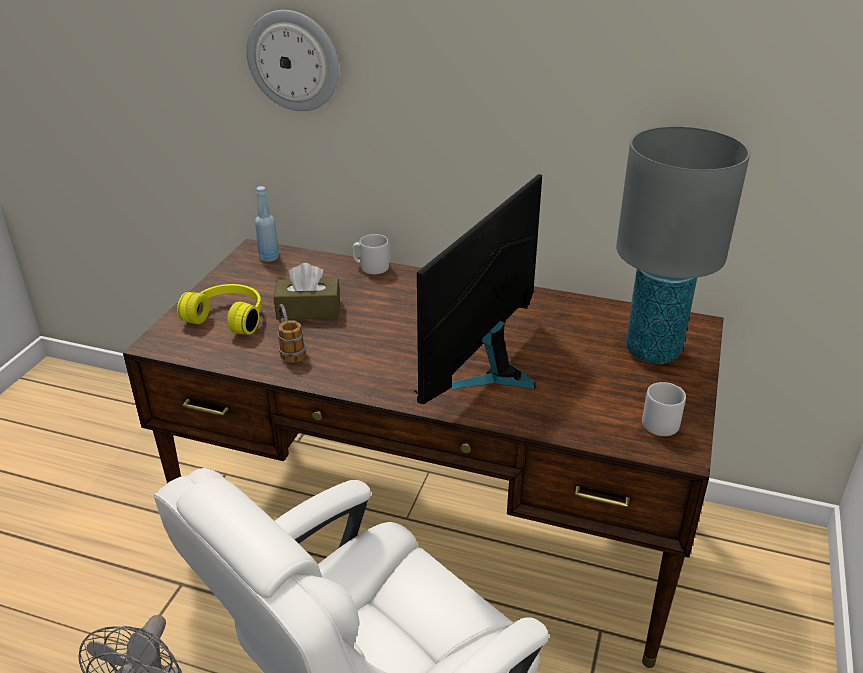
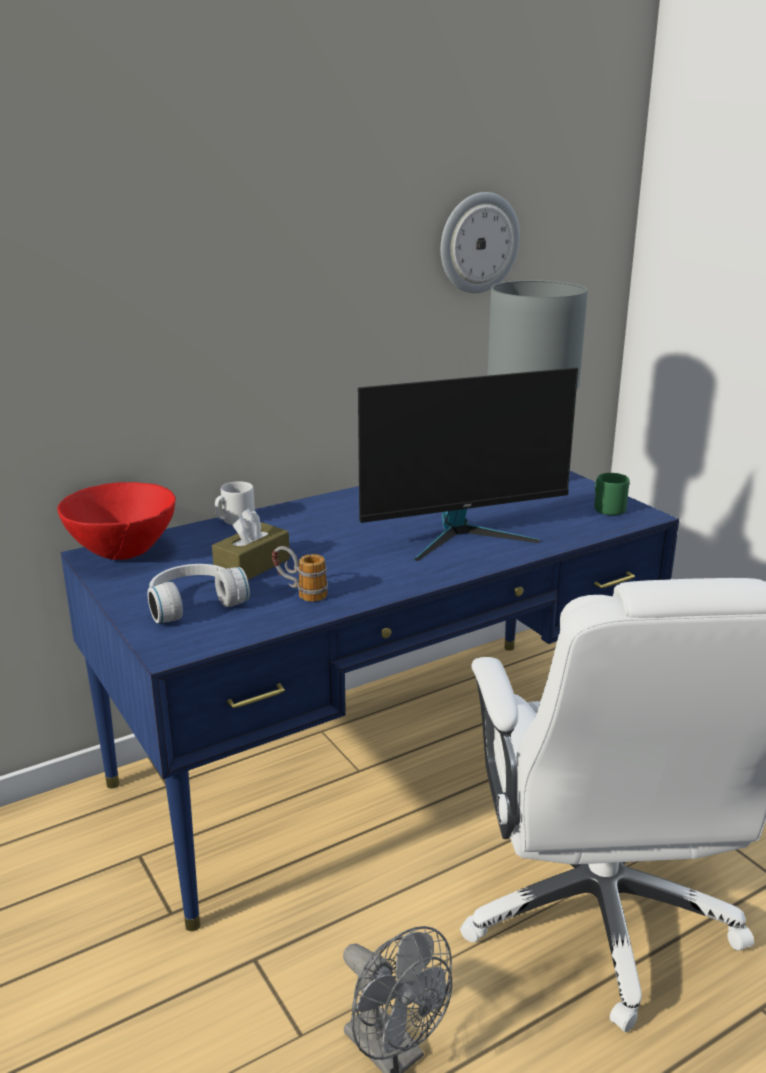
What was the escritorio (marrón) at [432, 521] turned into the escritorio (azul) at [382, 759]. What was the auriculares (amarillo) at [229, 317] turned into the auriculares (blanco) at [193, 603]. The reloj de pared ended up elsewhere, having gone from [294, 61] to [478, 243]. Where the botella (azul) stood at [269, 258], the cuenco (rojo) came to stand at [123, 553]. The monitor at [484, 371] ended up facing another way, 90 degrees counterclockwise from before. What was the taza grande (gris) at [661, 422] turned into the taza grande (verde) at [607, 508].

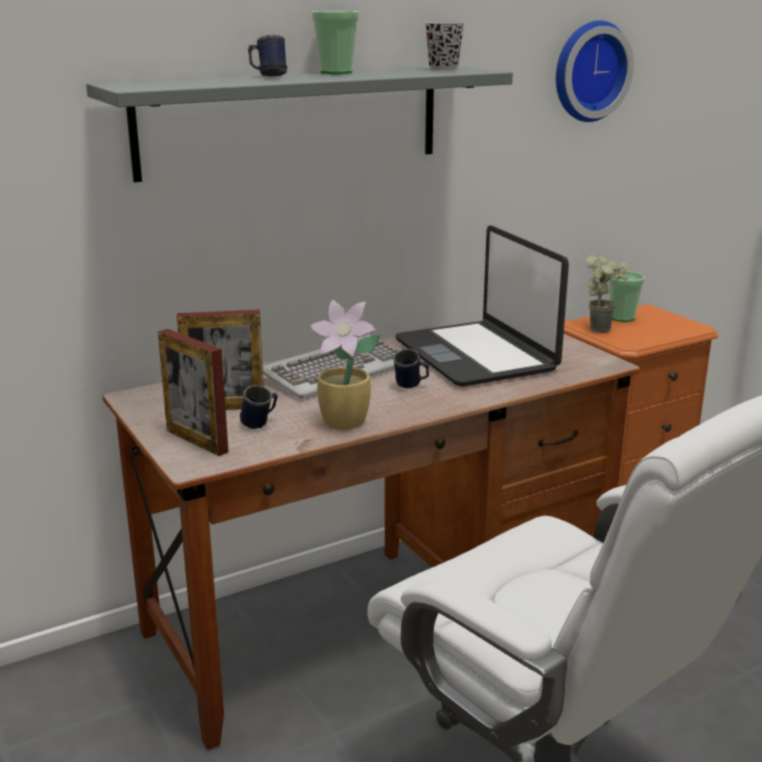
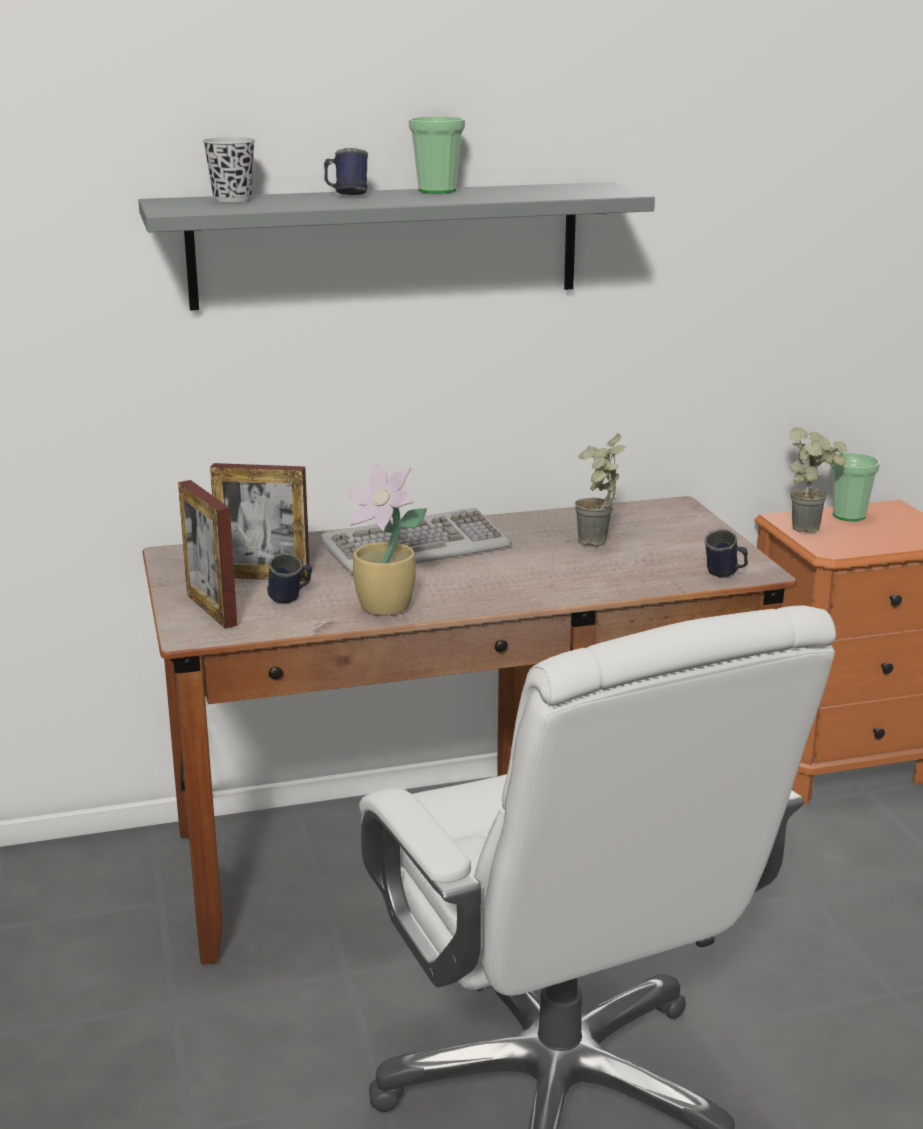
The taza grande (azul) ended up elsewhere, having gone from [411, 386] to [725, 575]. Where the portátil stood at [476, 355], the planta en maceta came to stand at [598, 545]. The taza (negro) ended up elsewhere, having gone from [443, 69] to [232, 199]. The second view lost the reloj de pared at [588, 71].

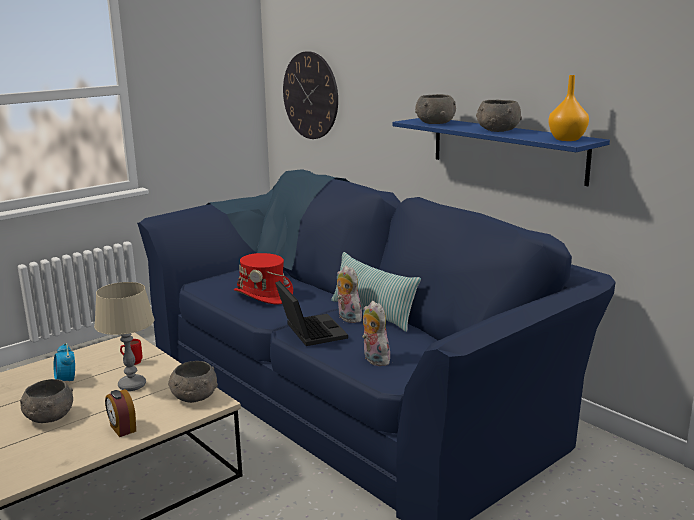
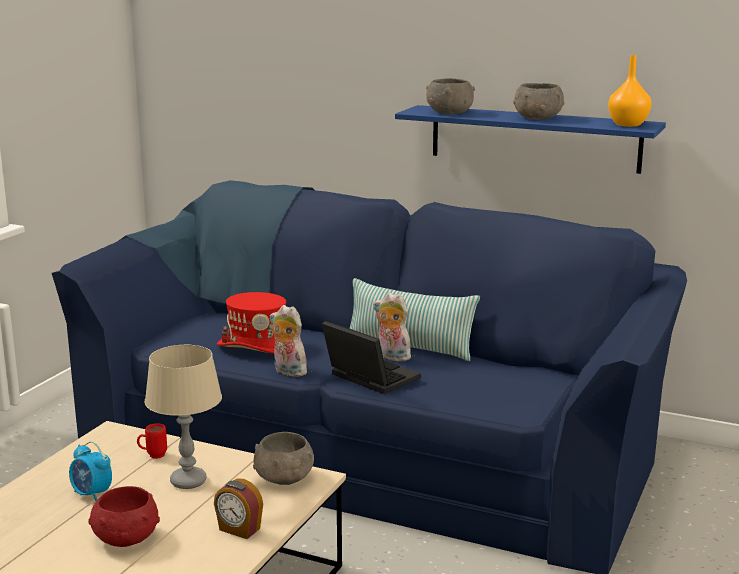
What was the cuenco (gris) at [49, 417] turned into the cuenco (rojo) at [126, 539]. The second view lost the reloj de pared at [310, 95]. The peluche ended up elsewhere, having gone from [374, 360] to [287, 372].

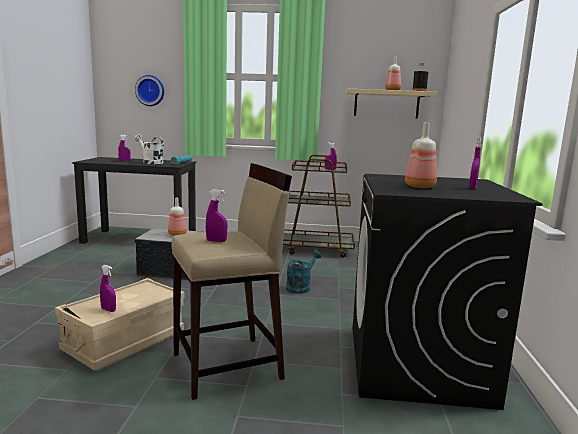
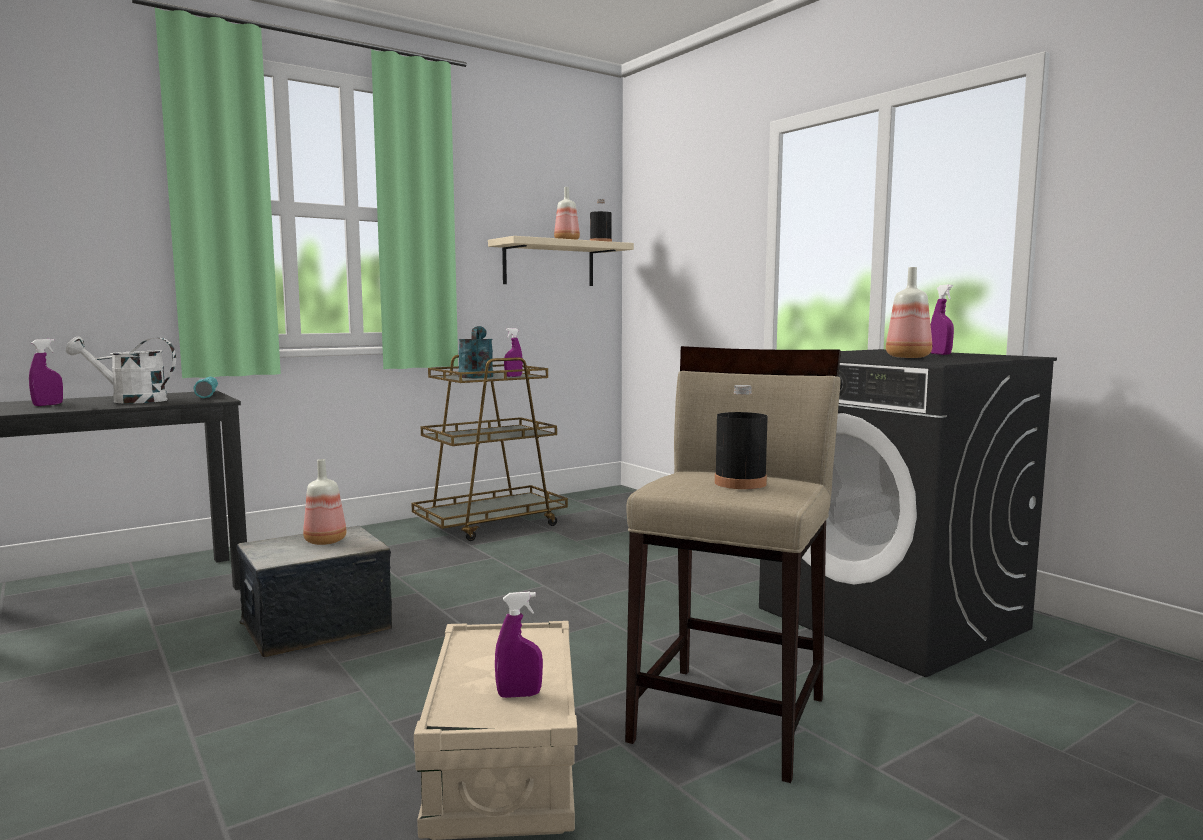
The second view lost the reloj de pared at [150, 90]. Where the pulverizador (morado) stood at [216, 241], the botella (negro) came to stand at [740, 483]. The regadera (turquesa) ended up elsewhere, having gone from [300, 287] to [476, 376].

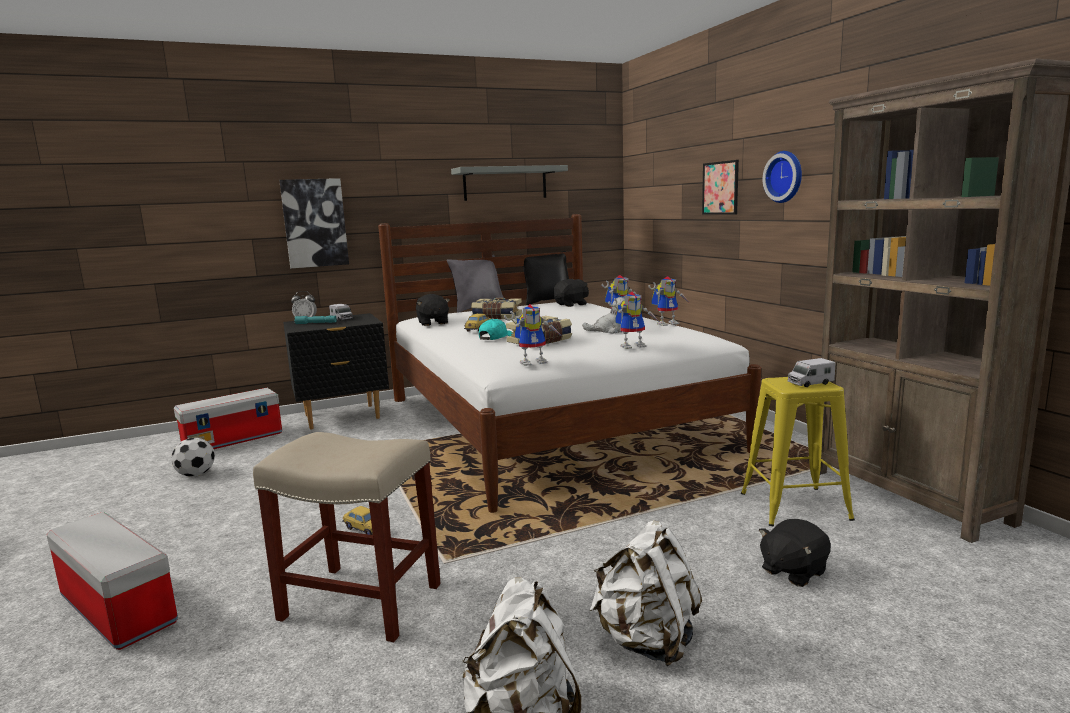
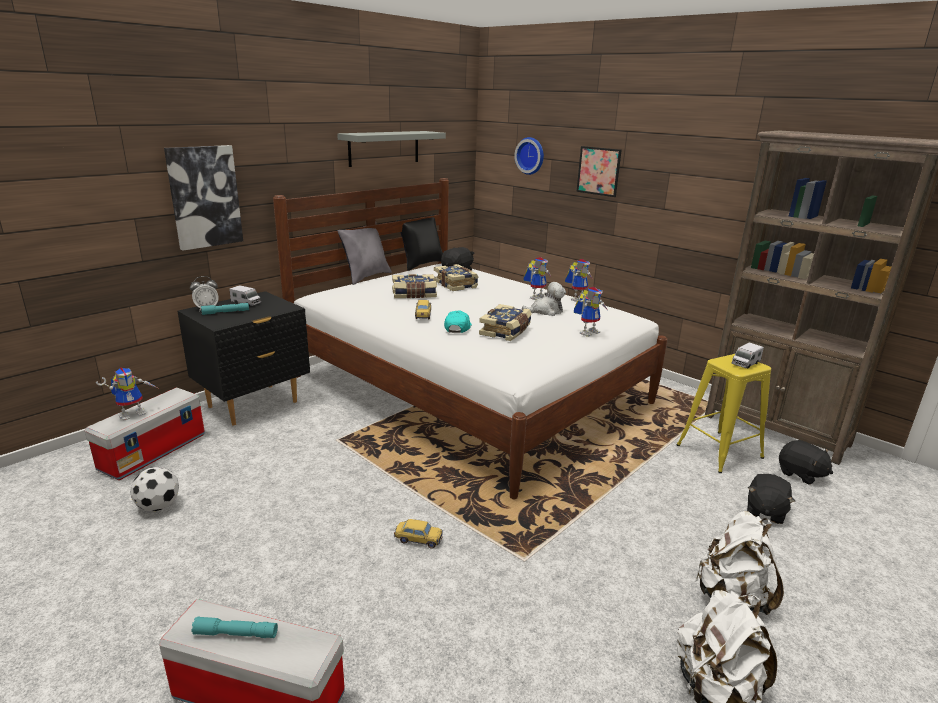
The second view lost the taburete (beis) at [358, 602]. The peluche (negro) ended up elsewhere, having gone from [432, 323] to [800, 474]. The robot de juguete ended up elsewhere, having gone from [534, 362] to [134, 413]. The reloj de pared ended up elsewhere, having gone from [785, 177] to [531, 155]. The second view gained the linterna (turquesa) at [236, 634]. The second view gained the libro at [456, 285].

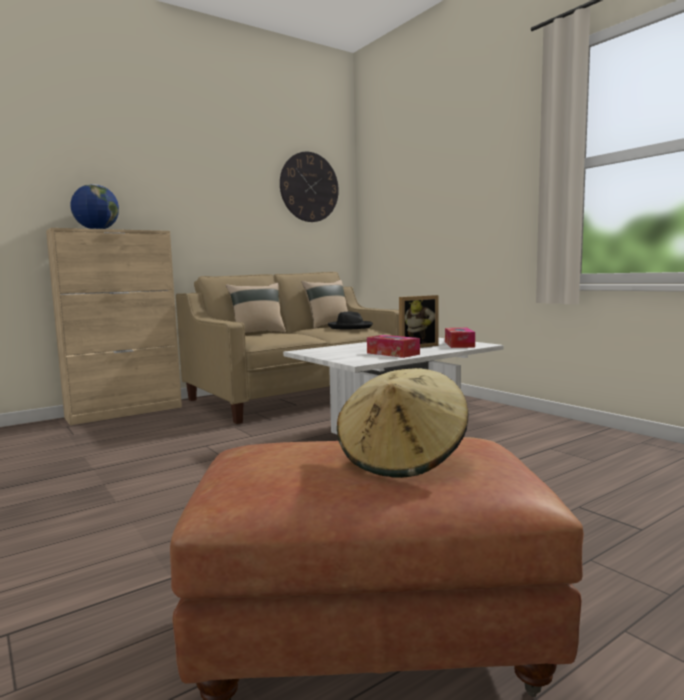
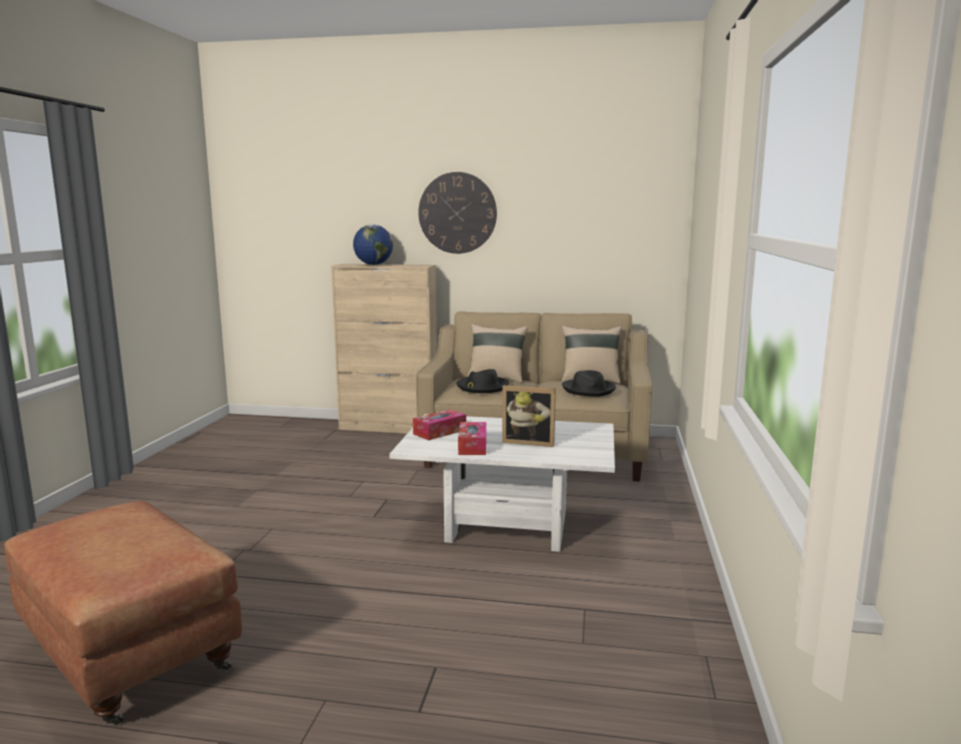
The reloj de pared ended up elsewhere, having gone from [309, 187] to [457, 213]. The second view lost the sombrero (beis) at [402, 459]. The caja de pañuelos ended up elsewhere, having gone from [459, 344] to [439, 432]. The second view gained the sombrero (negro) at [482, 387].

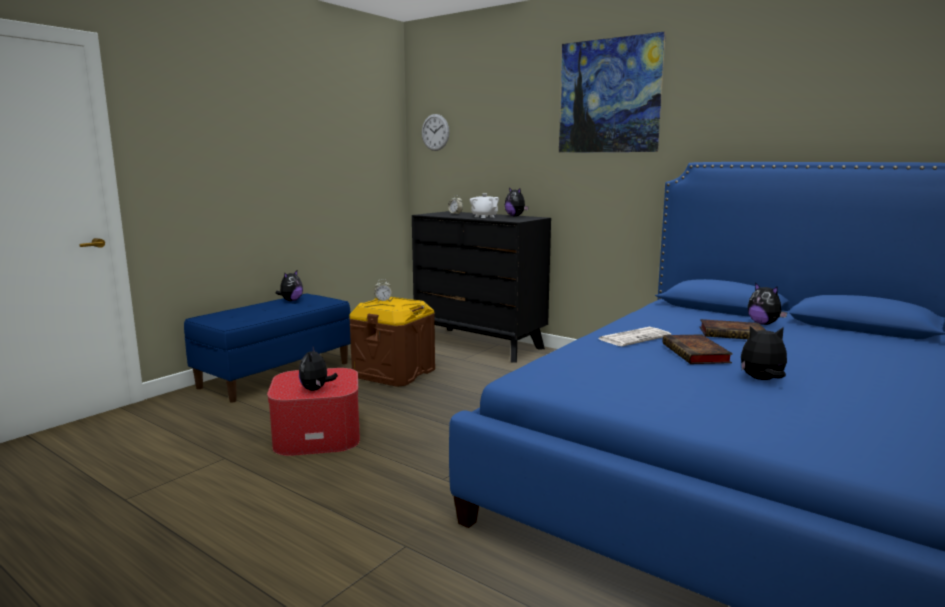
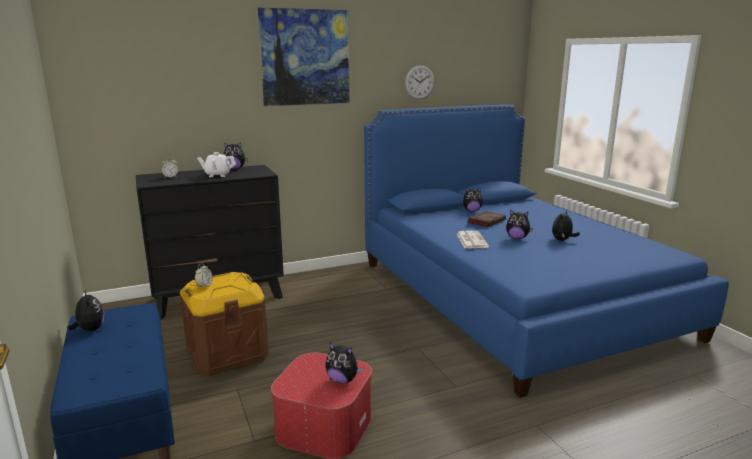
The reloj de pared ended up elsewhere, having gone from [435, 132] to [419, 82]. Where the libro stood at [697, 354], the peluche came to stand at [517, 238].

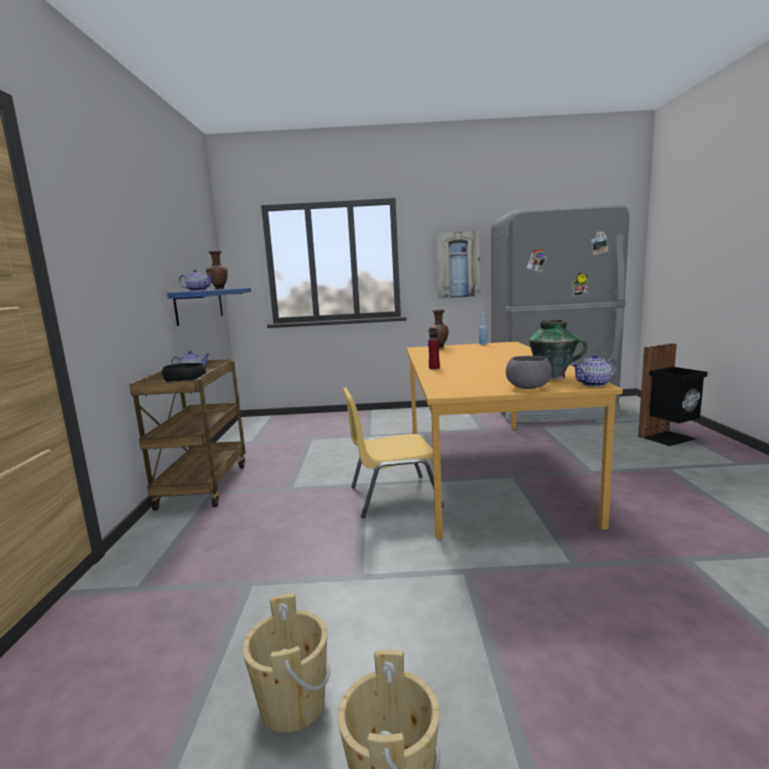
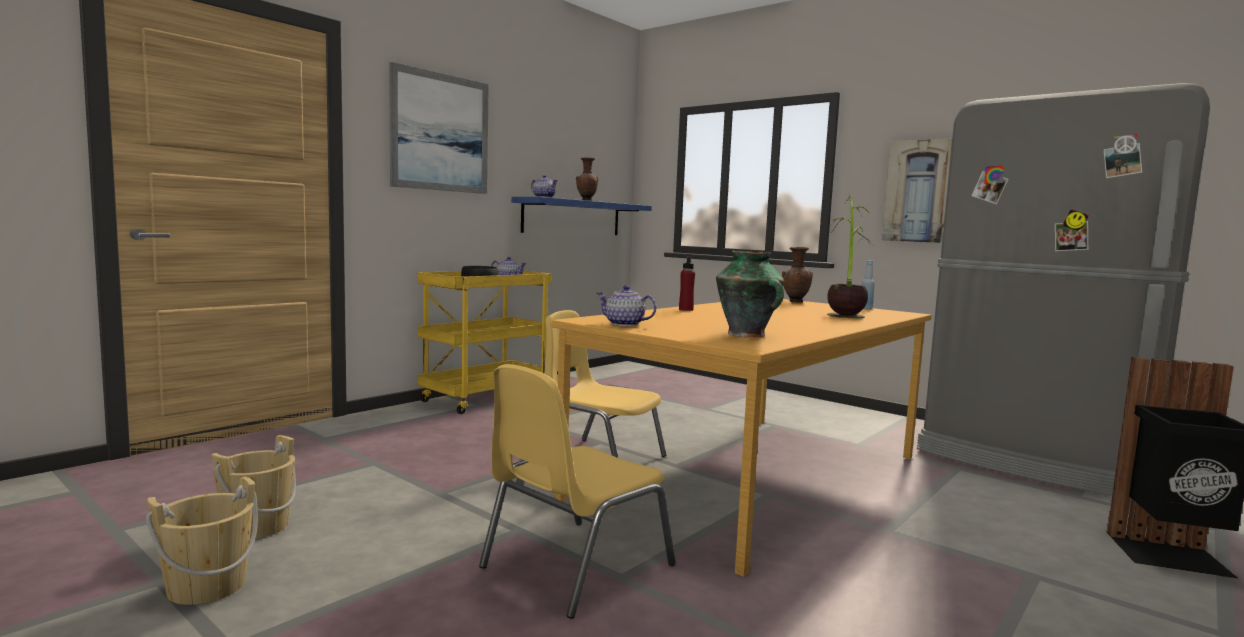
What was the carrito (marrón) at [203, 485] turned into the carrito (amarillo) at [485, 398]. The second view lost the cuenco (gris) at [528, 388]. The tetera ended up elsewhere, having gone from [594, 384] to [625, 324]. The second view gained the cuadro at [440, 132]. The second view gained the silla (amarillo) at [573, 566]. The second view gained the planta en maceta at [845, 313].

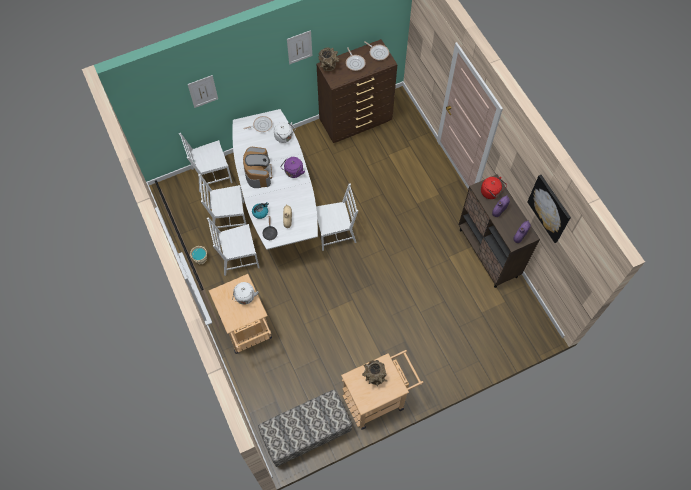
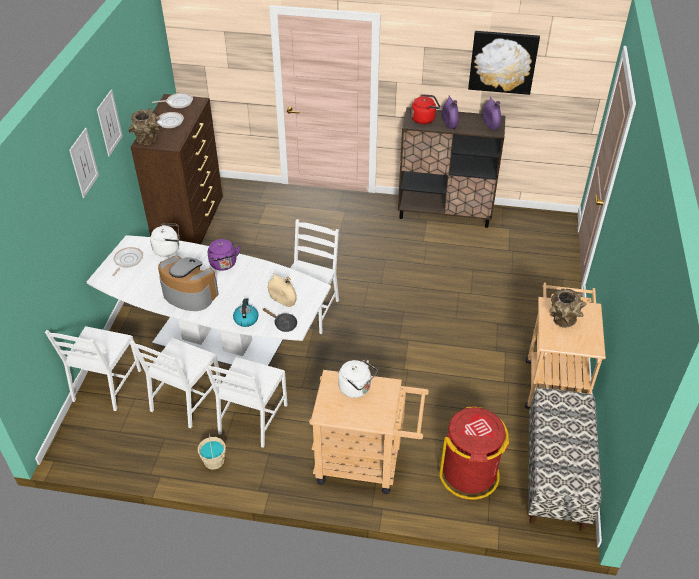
The cuadro ended up elsewhere, having gone from [203, 91] to [84, 163]. The second view gained the papelera (rojo) at [469, 474].

